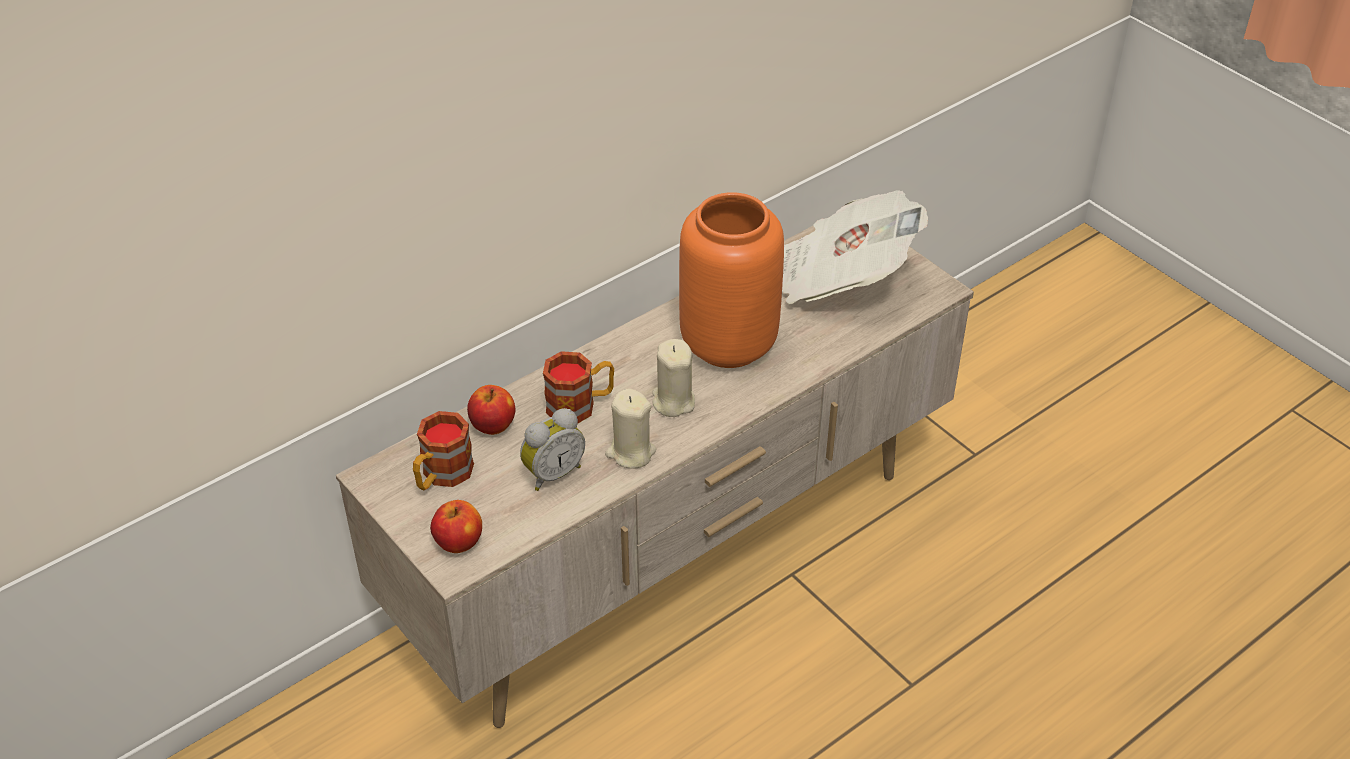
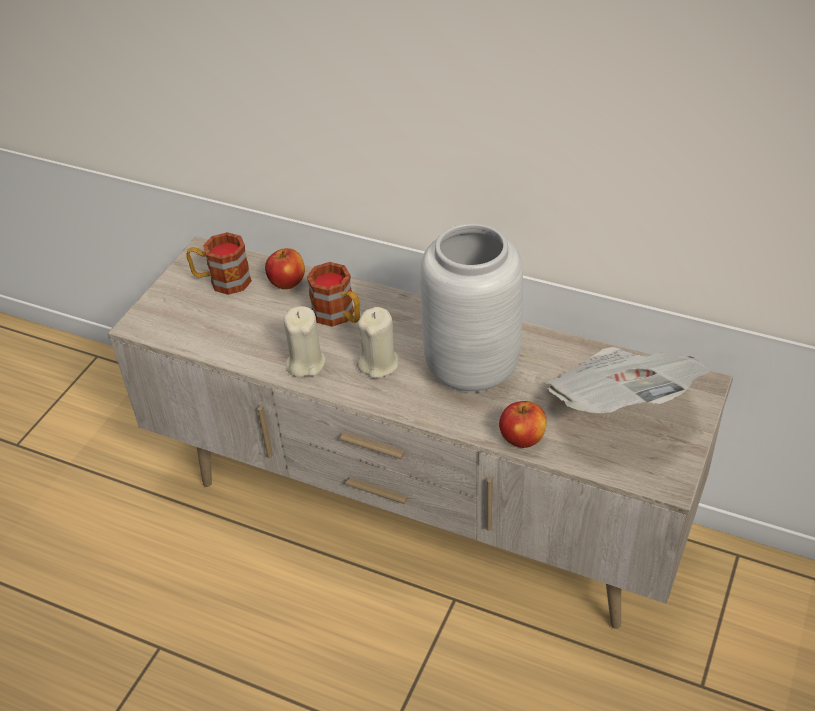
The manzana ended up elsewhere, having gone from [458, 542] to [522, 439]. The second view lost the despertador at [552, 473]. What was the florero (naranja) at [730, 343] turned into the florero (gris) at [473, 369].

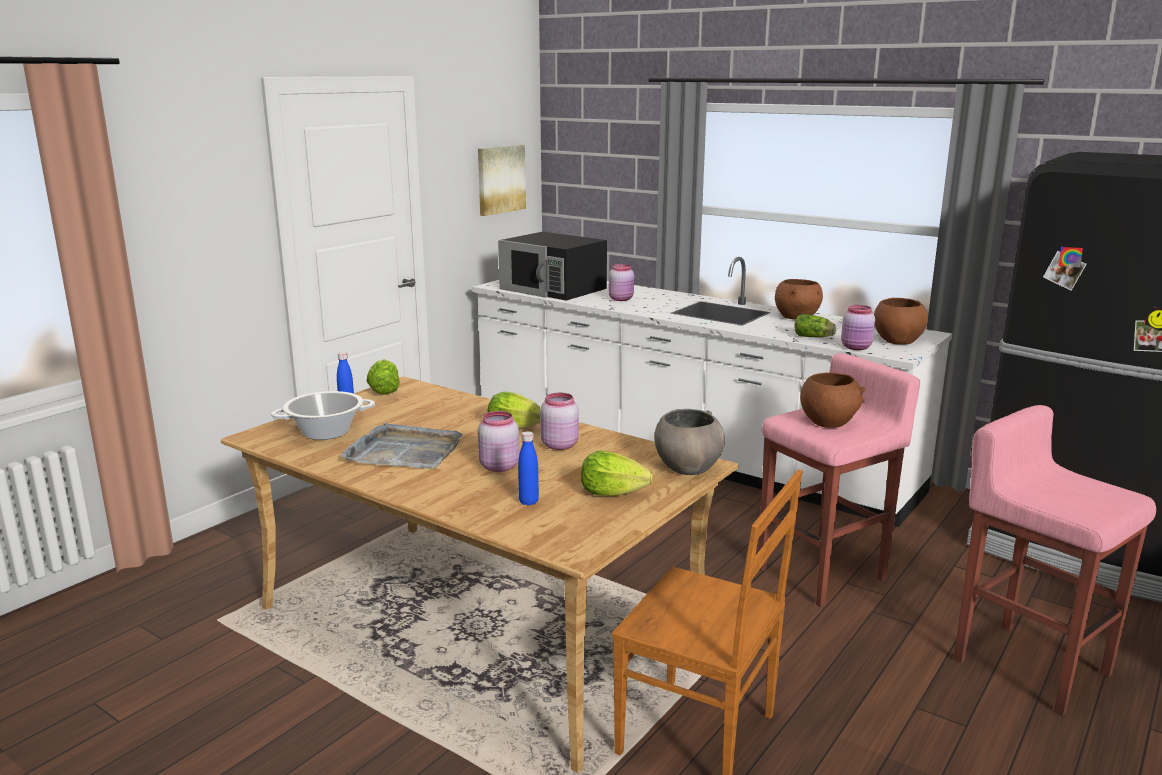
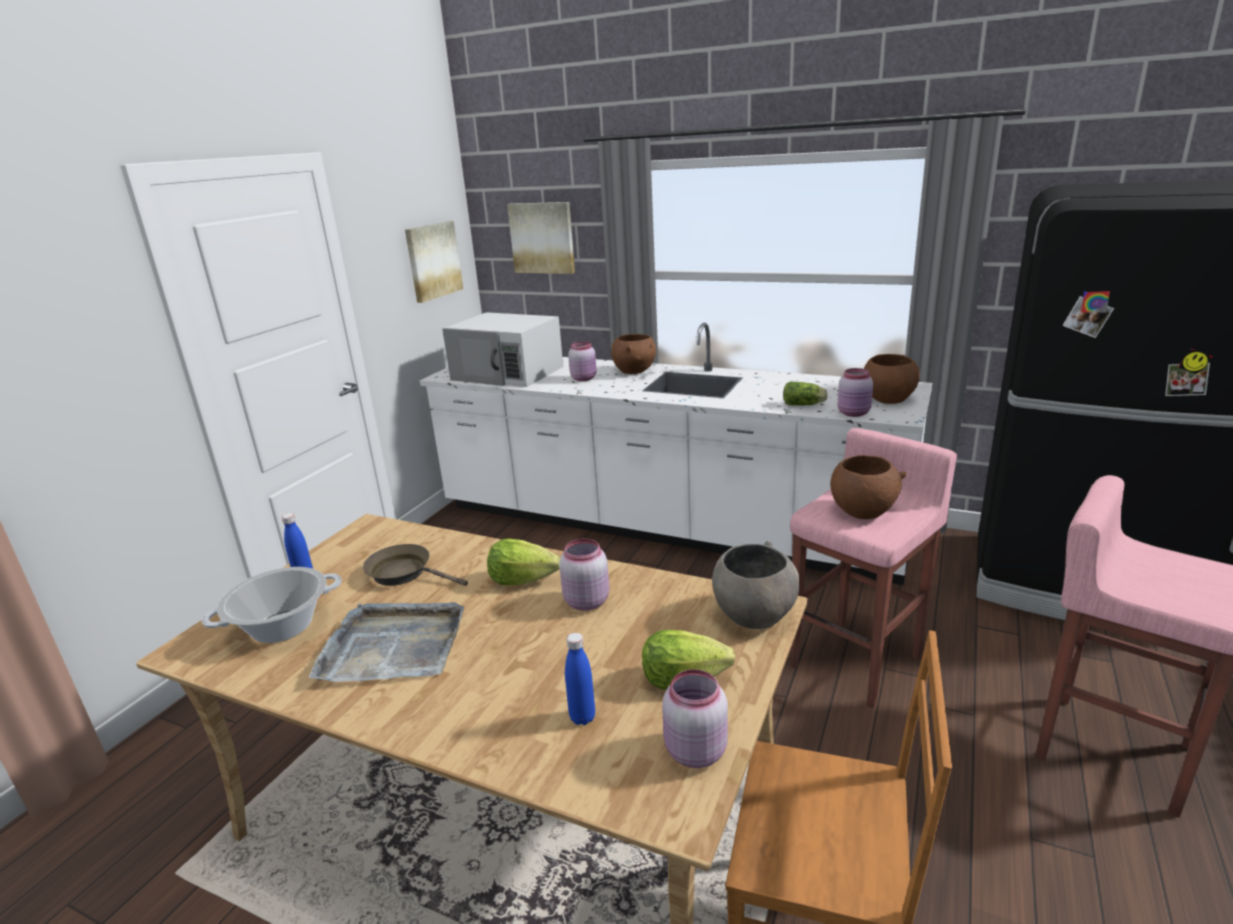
The second view lost the lechuga at [384, 390]. The tarro (rosa) ended up elsewhere, having gone from [498, 466] to [693, 751]. What was the microondas (negro) at [553, 289] turned into the microondas (blanco) at [508, 373]. The cuenco (marrón) ended up elsewhere, having gone from [797, 317] to [635, 371]. The second view gained the sartén (marrón) at [404, 573]. The second view gained the cuadro at [542, 238].

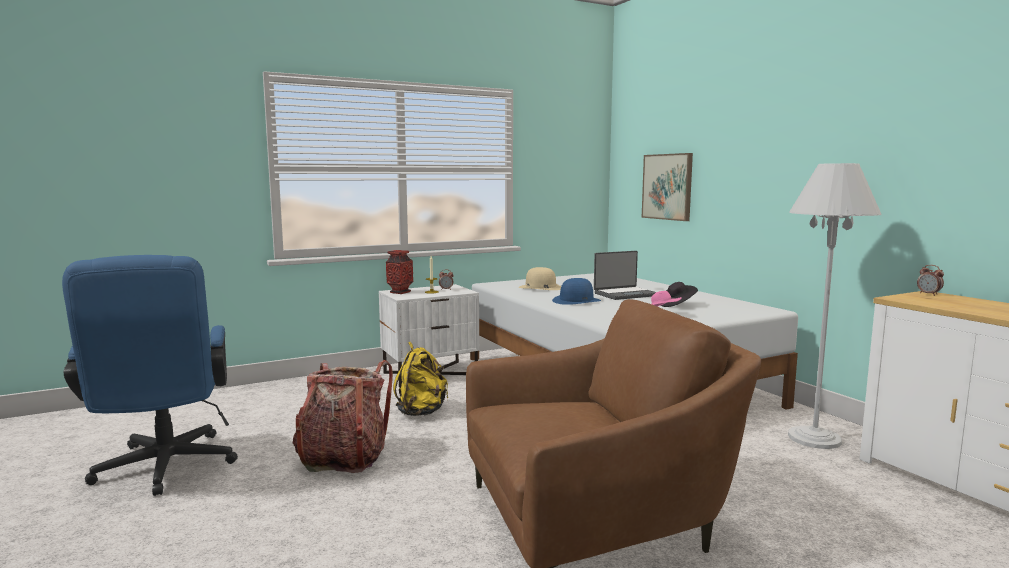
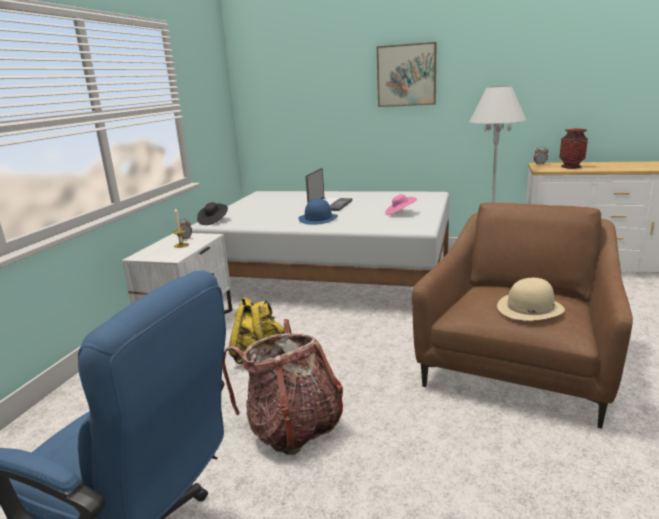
The florero ended up elsewhere, having gone from [400, 292] to [571, 167]. The sombrero (beis) ended up elsewhere, having gone from [540, 287] to [530, 308]. The cuadro ended up elsewhere, having gone from [667, 186] to [406, 75]. The sombrero (negro) ended up elsewhere, having gone from [677, 305] to [213, 221].

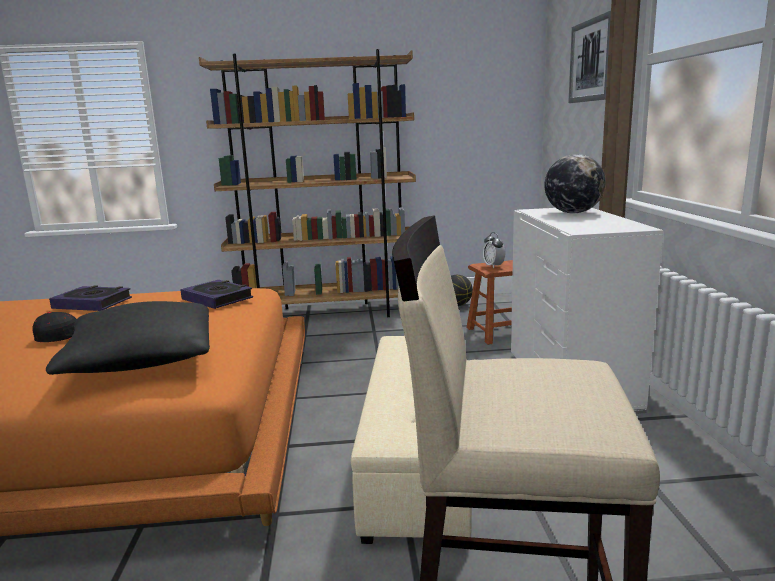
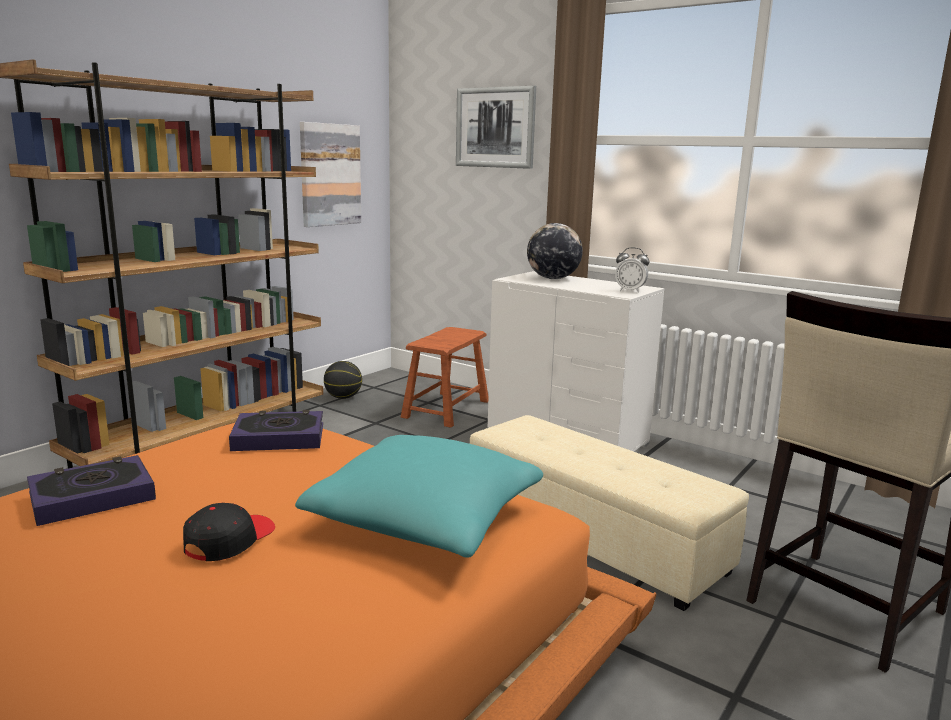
What was the cojín (negro) at [142, 359] turned into the cojín (turquesa) at [424, 520]. The despertador ended up elsewhere, having gone from [493, 266] to [630, 291]. The second view gained the cuadro at [330, 175].

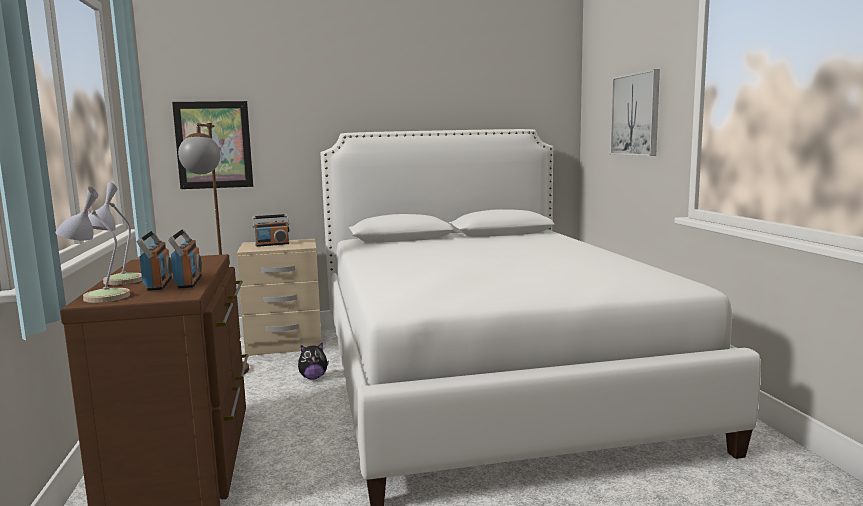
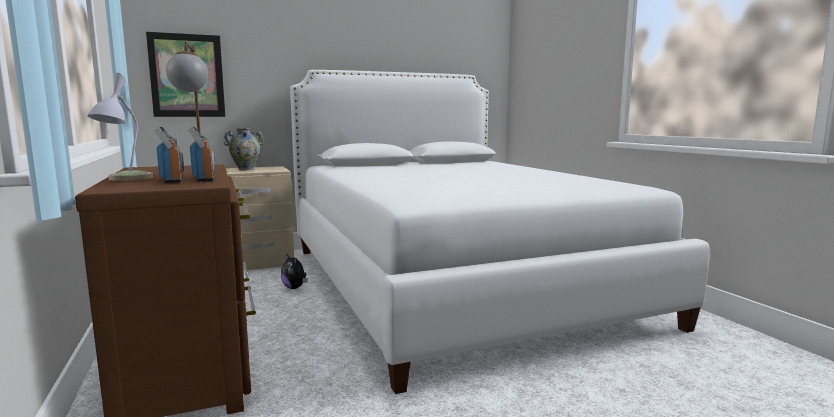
The second view lost the lámpara de mesa at [97, 297]. Where the radio stood at [272, 244], the florero came to stand at [246, 169]. The peluche at [313, 377] ended up facing another way, 75 degrees clockwise from before. The second view lost the cuadro at [635, 114].

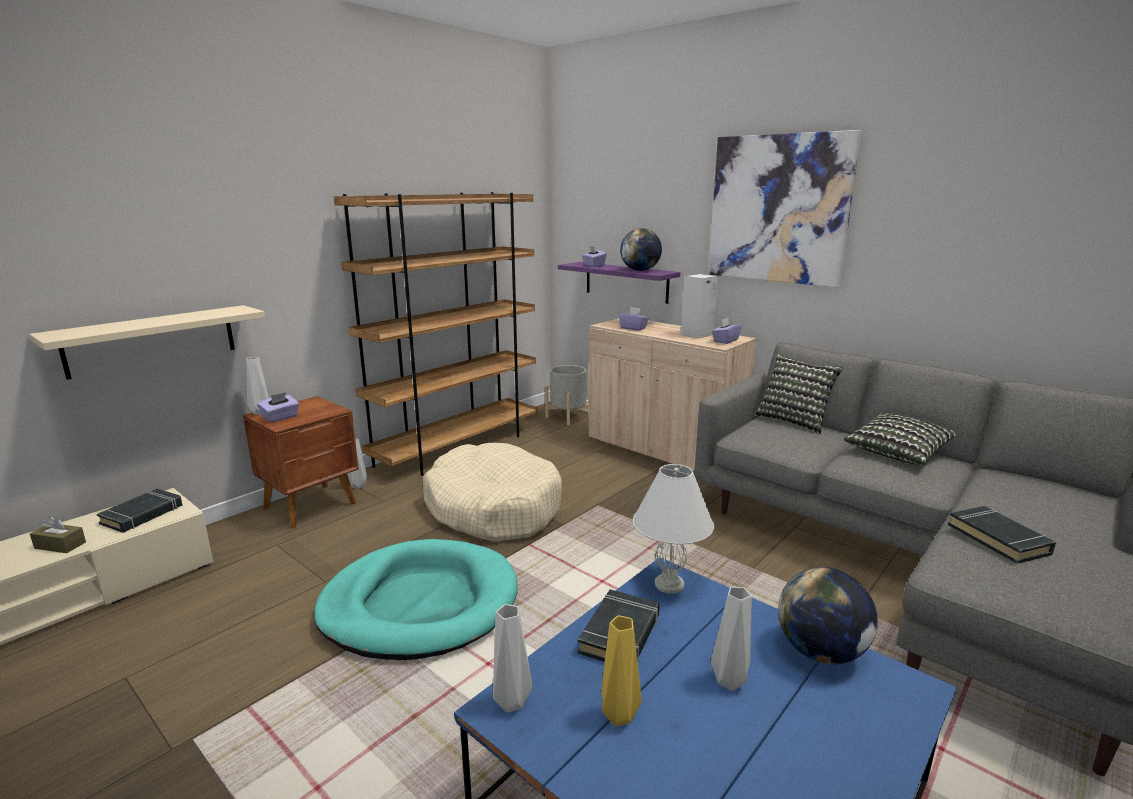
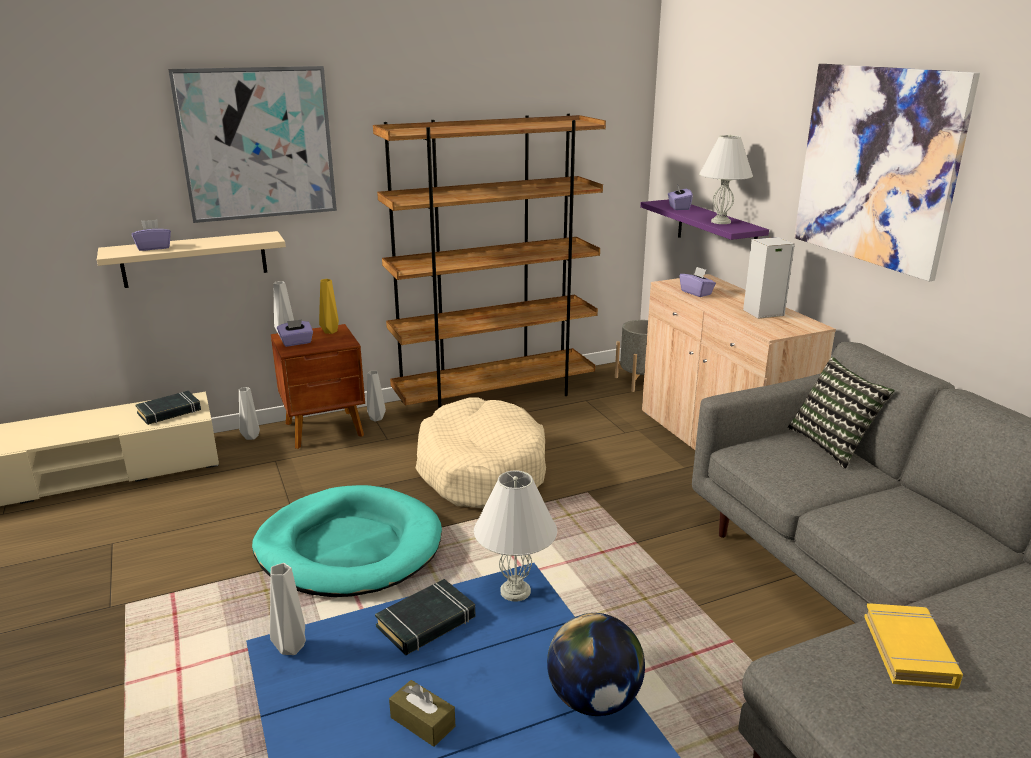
The caja de pañuelos (marrón) ended up elsewhere, having gone from [60, 545] to [422, 722]. The florero (amarillo) ended up elsewhere, having gone from [617, 717] to [329, 331]. Where the globo terráqueo stood at [640, 270], the lámpara de mesa (blanco) came to stand at [721, 222]. The florero (gris) ended up elsewhere, having gone from [731, 682] to [251, 437]. The caja de pañuelos (morado) ended up elsewhere, having gone from [725, 341] to [154, 247]. The second view lost the cojín at [898, 452]. What was the libro (negro) at [998, 539] turned into the libro (amarillo) at [909, 651]. The second view gained the cuadro at [257, 144].

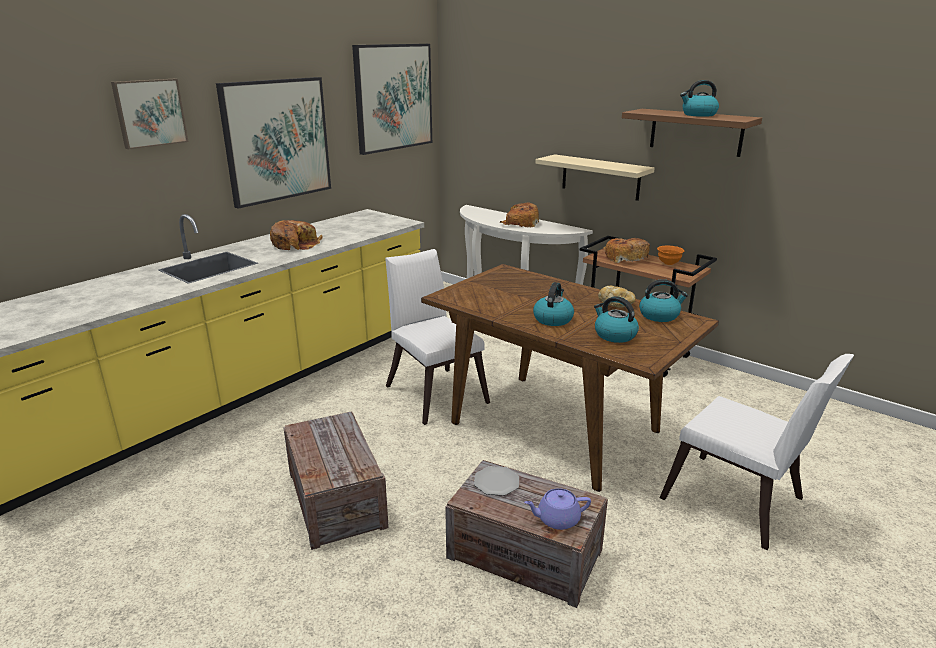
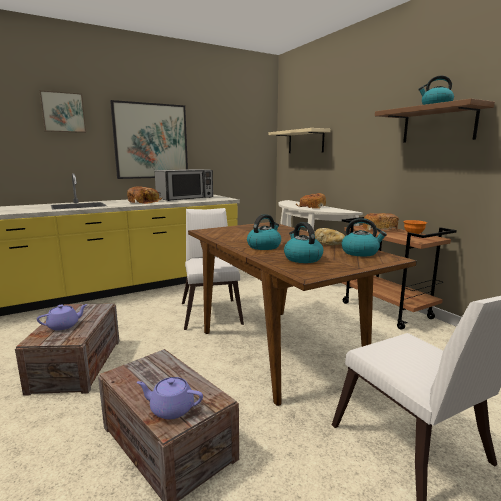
The second view lost the cuadro at [393, 97]. The second view lost the plato at [497, 482]. The estante (beis) ended up elsewhere, having gone from [600, 177] to [305, 142]. The second view gained the tetera (morado) at [64, 326]. The second view gained the microondas at [185, 198].

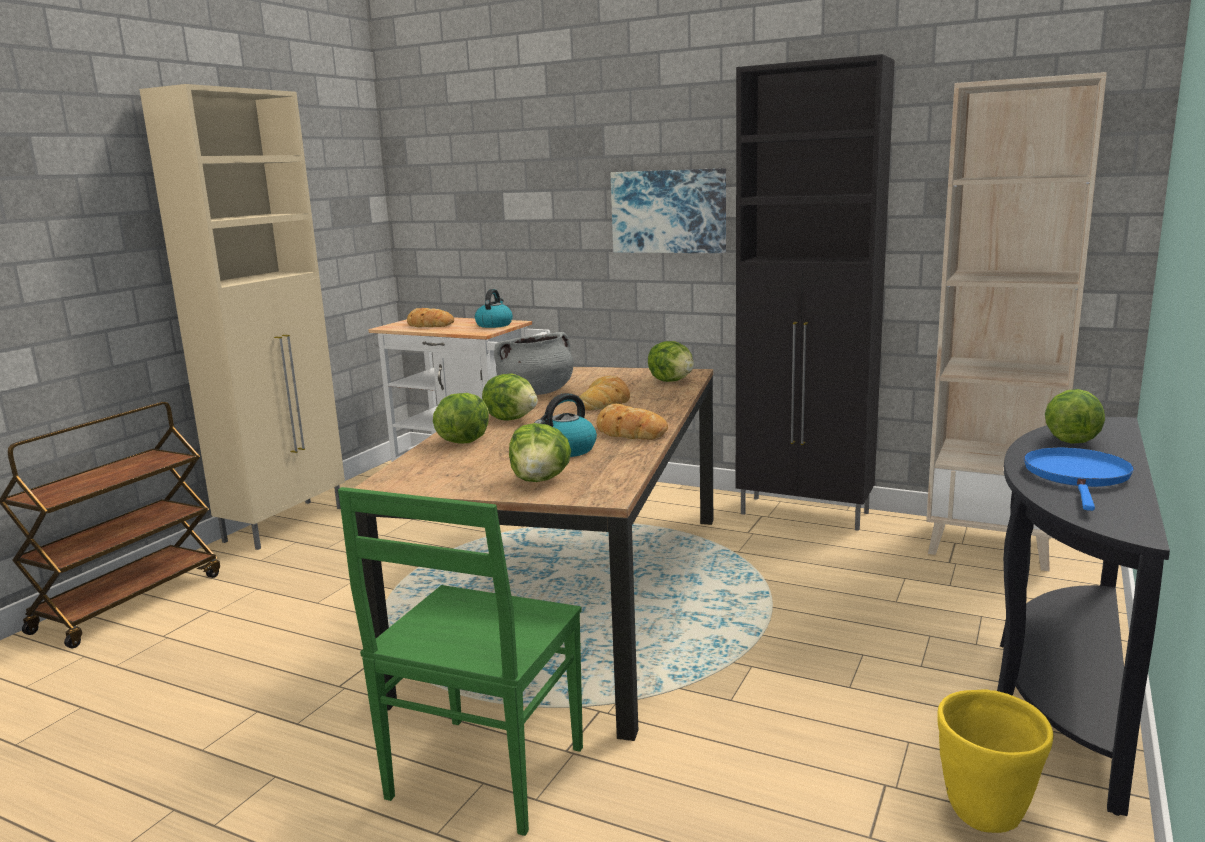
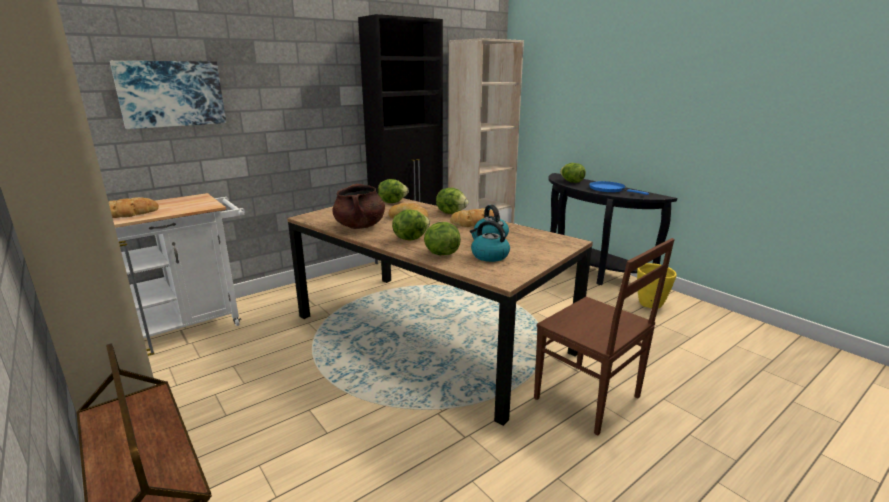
What was the silla (verde) at [483, 776] turned into the silla (marrón) at [589, 399]. The hervidor ended up elsewhere, having gone from [494, 325] to [489, 256]. What was the olla (gris) at [536, 392] turned into the olla (marrón) at [360, 226]. The lechuga ended up elsewhere, having gone from [540, 480] to [451, 212]. The cuadro ended up elsewhere, having gone from [669, 211] to [171, 94].

